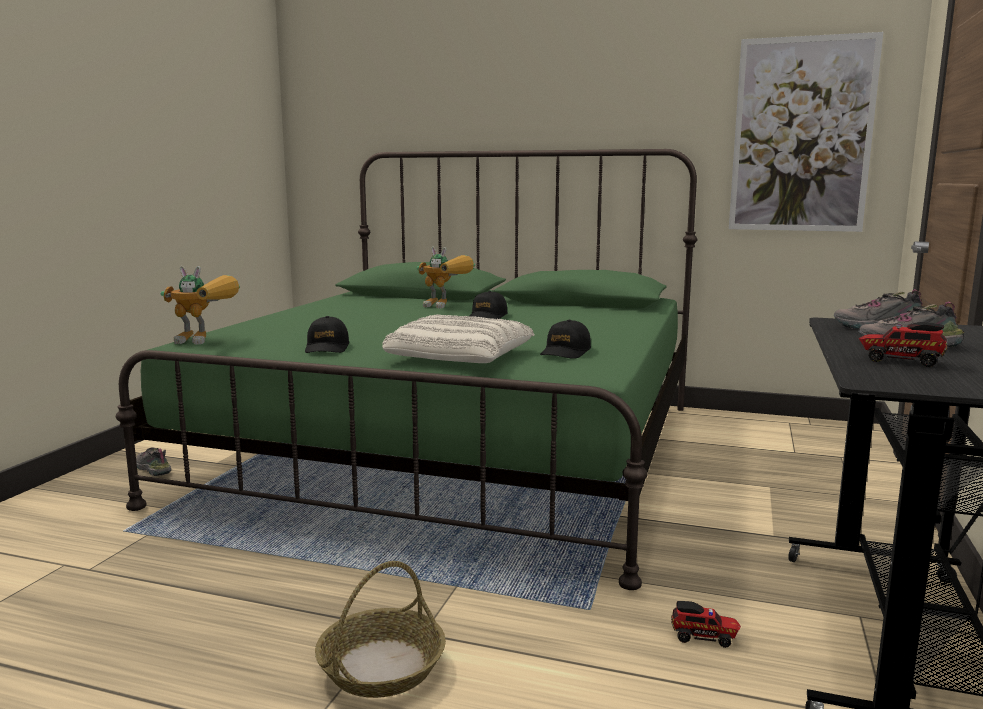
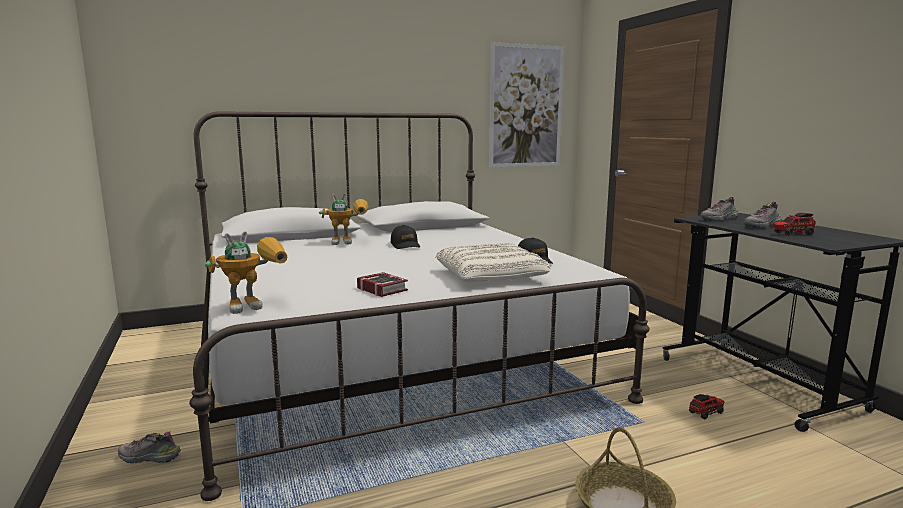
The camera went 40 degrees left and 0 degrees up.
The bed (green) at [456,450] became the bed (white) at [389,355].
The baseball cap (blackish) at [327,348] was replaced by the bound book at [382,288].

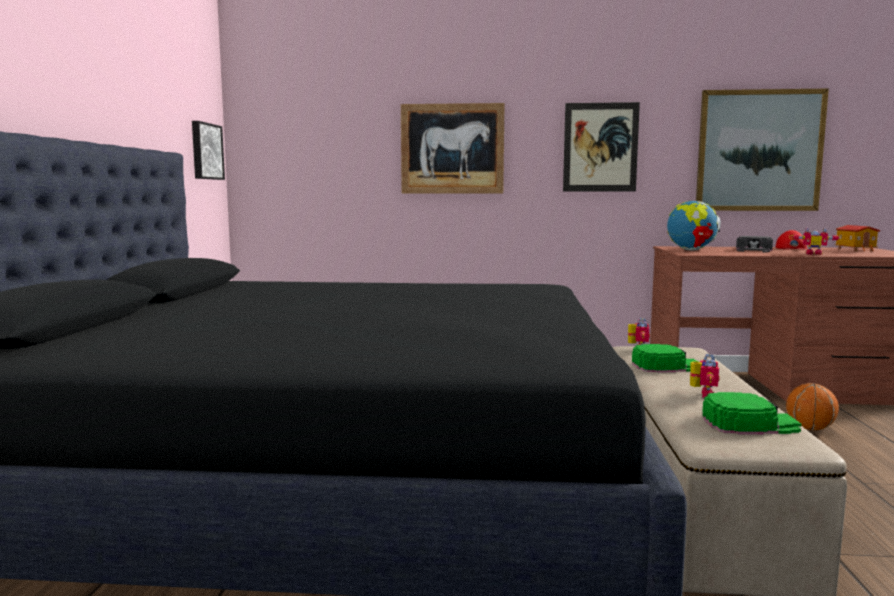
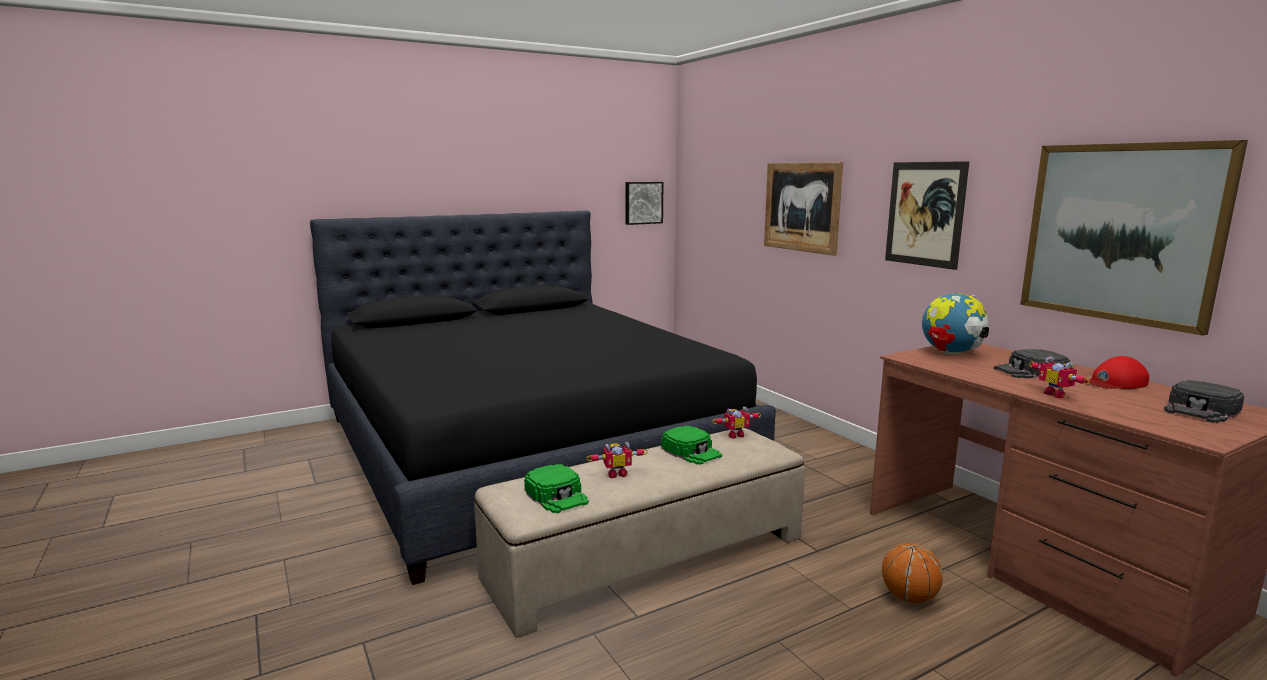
The camera went 55 degrees right and 5 degrees up.
The toy house at [856,250] was replaced by the baseball cap (blackish) at [1201,410].

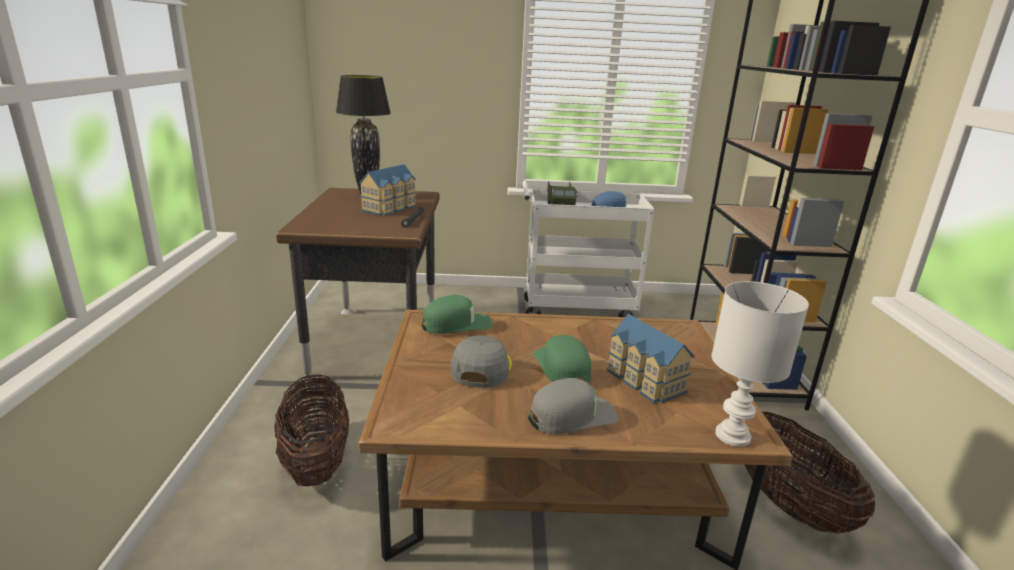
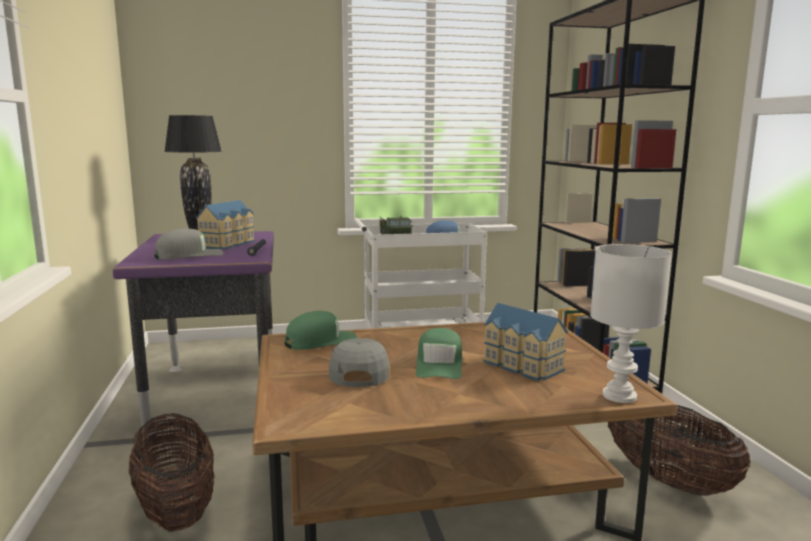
The camera went 10 degrees left and 10 degrees down.
The desk (brown-coloured) at [375,343] became the desk (purple) at [215,393].
The baseball cap (grey) moved from [572,416] to [189,255].
The baseball cap (green) at [562,367] turned 150 degrees counterclockwise.

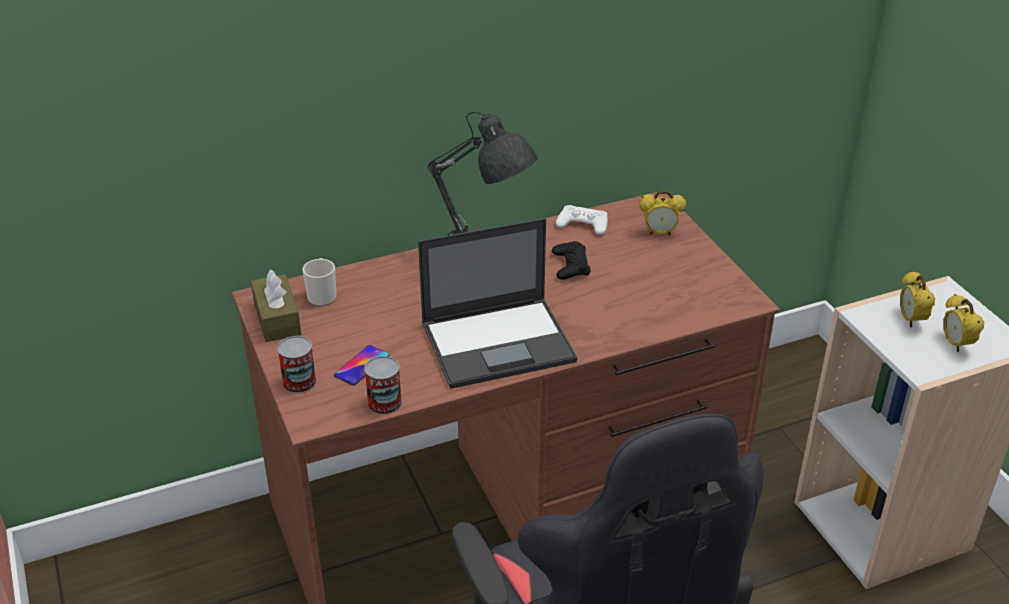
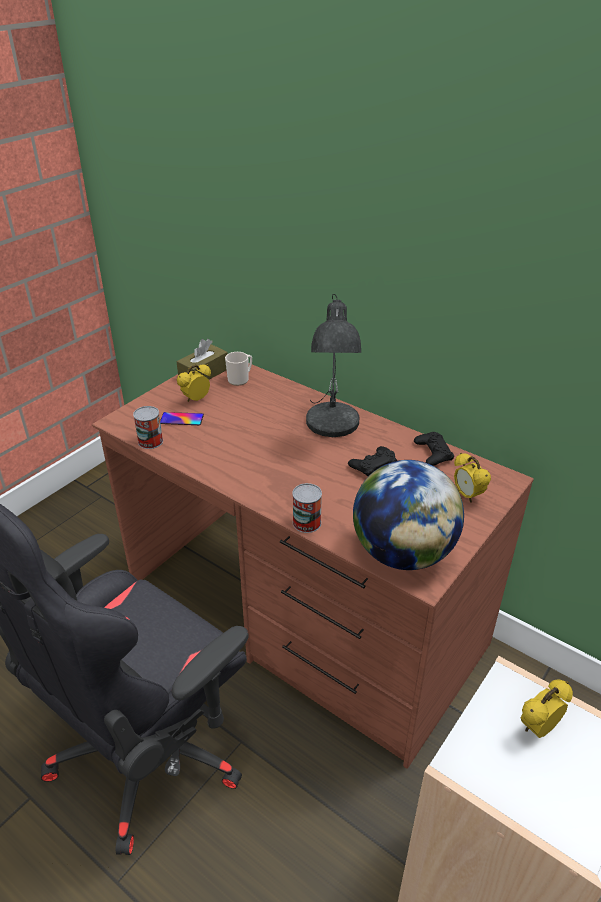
The camera went 60 degrees right and 0 degrees up.
The alarm clock moved from [956,344] to [196,400].
The can moved from [299,382] to [306,523].
The world globe at [403,553] appeared.
The joypad (white) at [583,224] became the joypad (blackish) at [433,453].
The laptop at [499,342] disappeared.

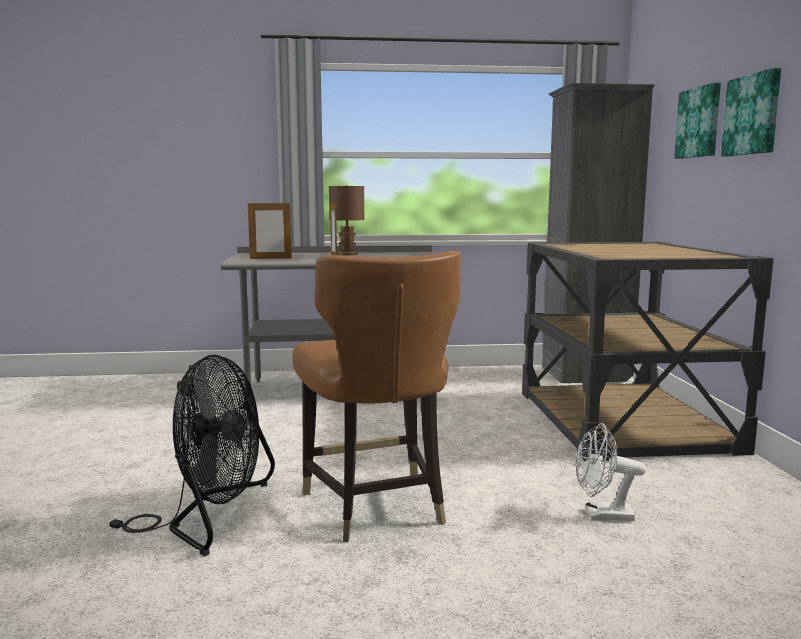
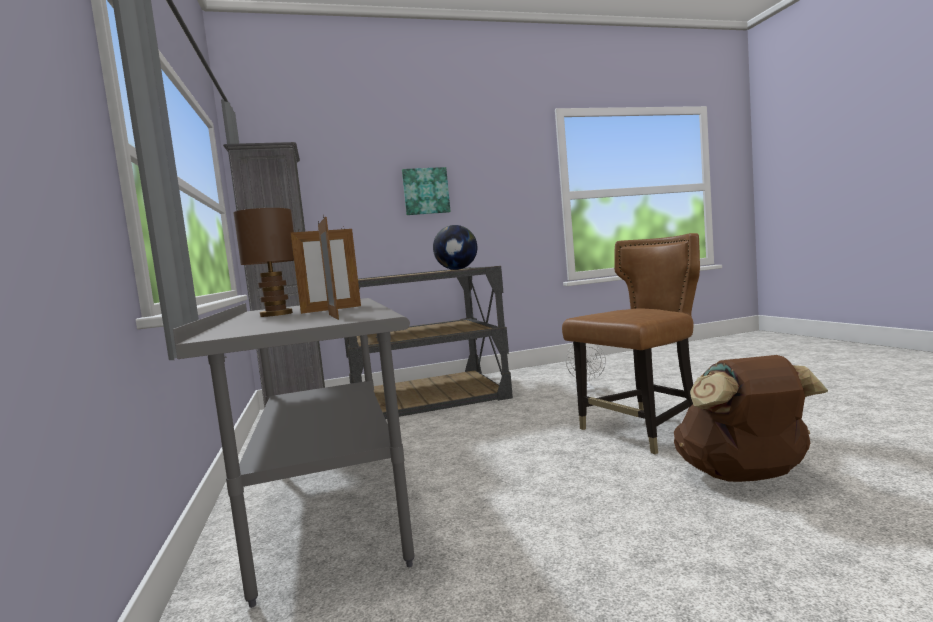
The camera went 100 degrees left and 5 degrees down.
The world globe at [457,269] appeared.
The electric fan (blackish) at [207,516] was replaced by the backpack (brown-coloured) at [744,476].
The wall art at [699,122] disappeared.

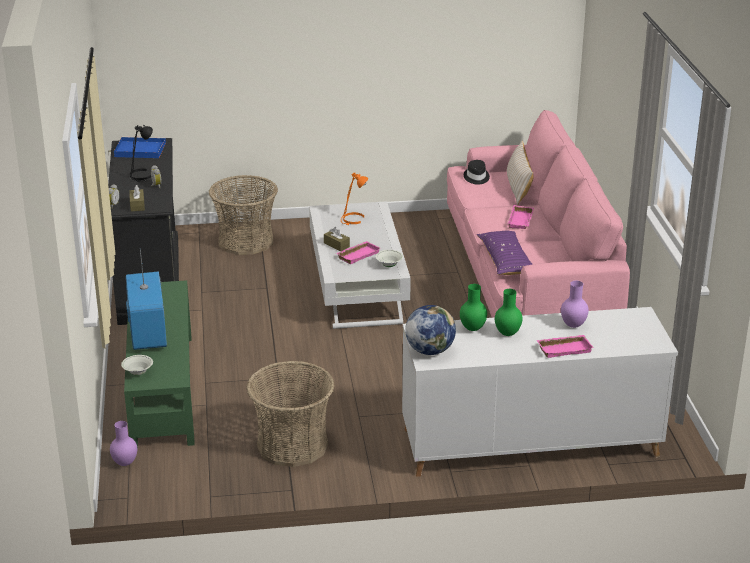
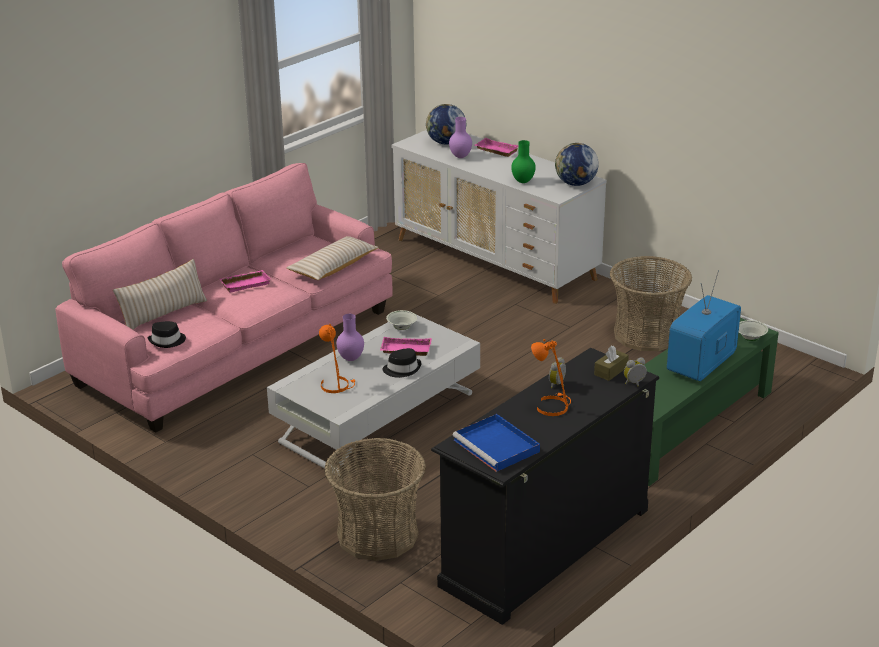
The camera went 130 degrees left and 0 degrees up.
The pillow (purple) at [506,261] became the pillow (sand-coloured) at [333,267].
The flower vase (purple) moved from [124,463] to [351,359].
The tissue holder (brown-coloured) at [336,245] was replaced by the hat (blackish) at [402,369].
The world globe at [446,143] appeared.
The tabletop lamp (blackish) at [142,176] became the tabletop lamp (orangey) at [552,406].
The flower vase (green) at [507,333] disappeared.

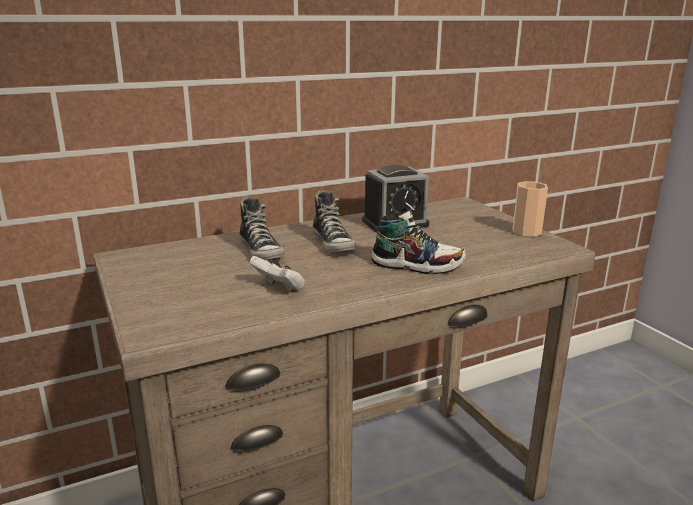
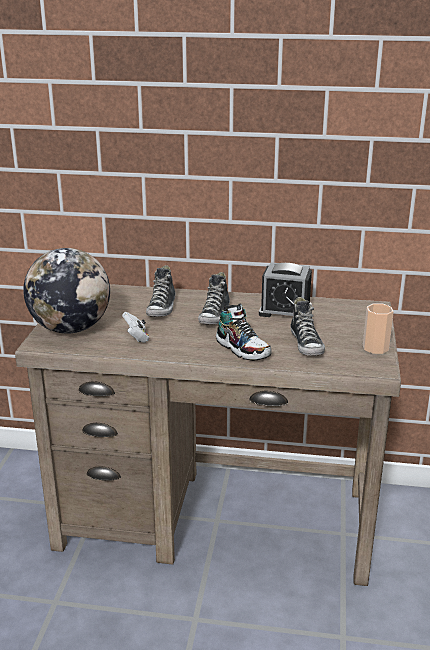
The camera went 35 degrees right and 5 degrees up.
The world globe at [70,328] appeared.
The low shoe at [306,344] appeared.

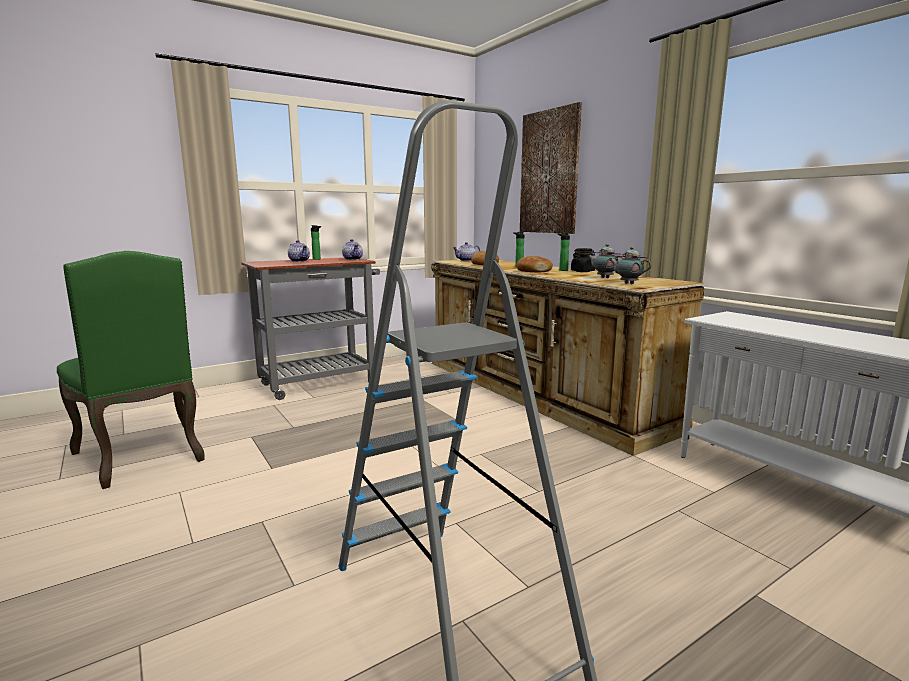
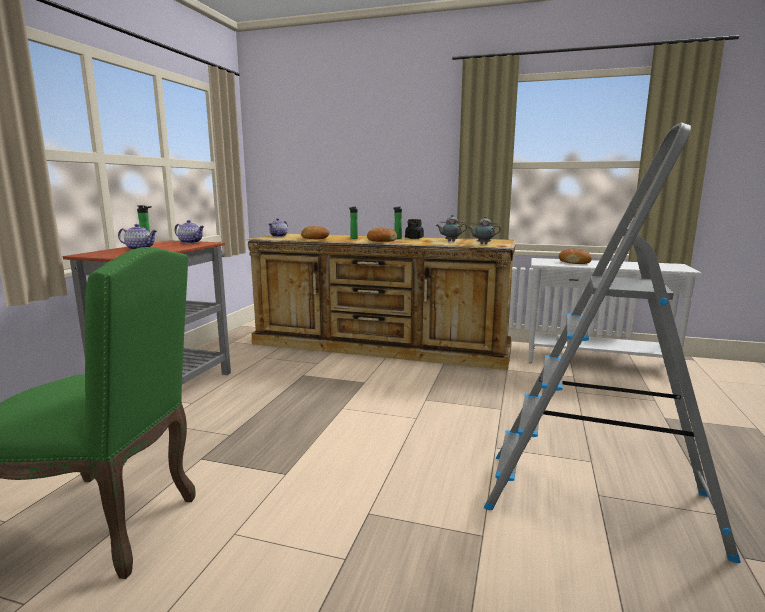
The camera went 40 degrees left and 0 degrees up.
The bread at [574,262] appeared.
The wall art at [549,172] disappeared.

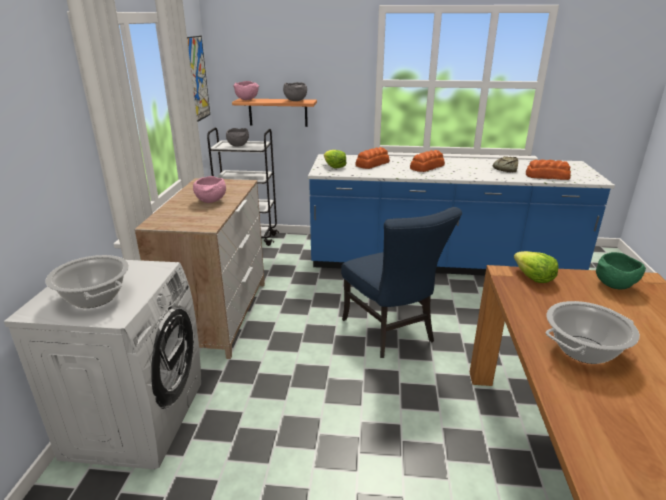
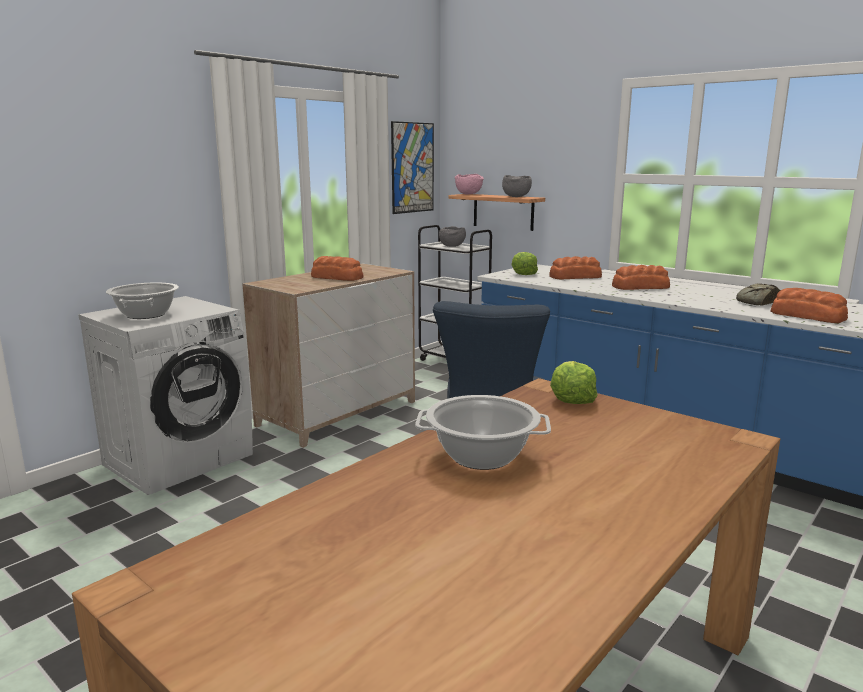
The camera went 35 degrees right and 10 degrees down.
The serving bowl (pinkish) at [211,201] was replaced by the bread at [337,277].
The serving bowl (green) at [615,285] disappeared.

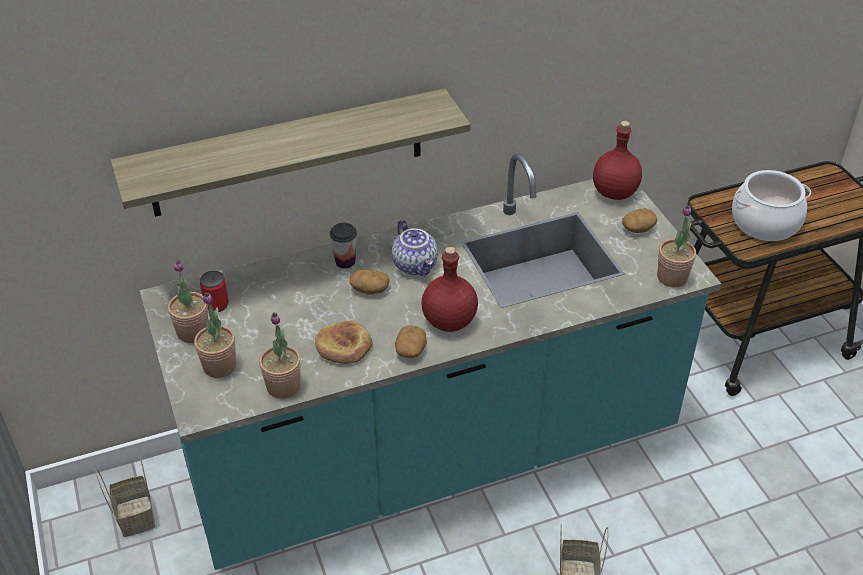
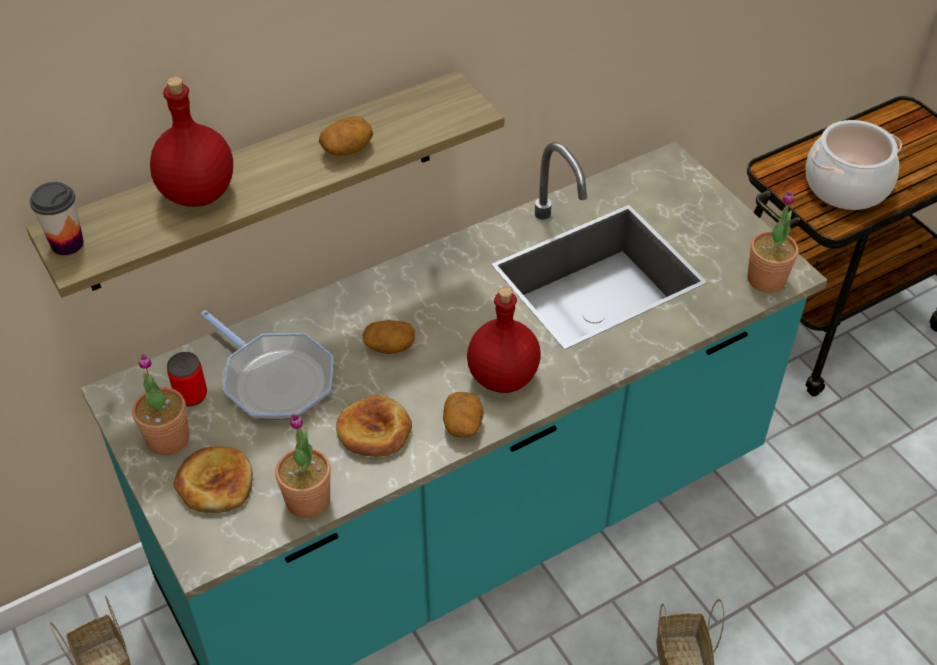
The camera went 10 degrees left and 5 degrees up.
The drinking cup moved from [345,261] to [67,244].
The bottle (red-coloured) moved from [615,193] to [199,194].
The plant in a pot at [219,366] was replaced by the bread at [215,483].
The pan at [275,379] appeared.
The spud moved from [638,229] to [347,149].
The teapot at [416,265] disappeared.

